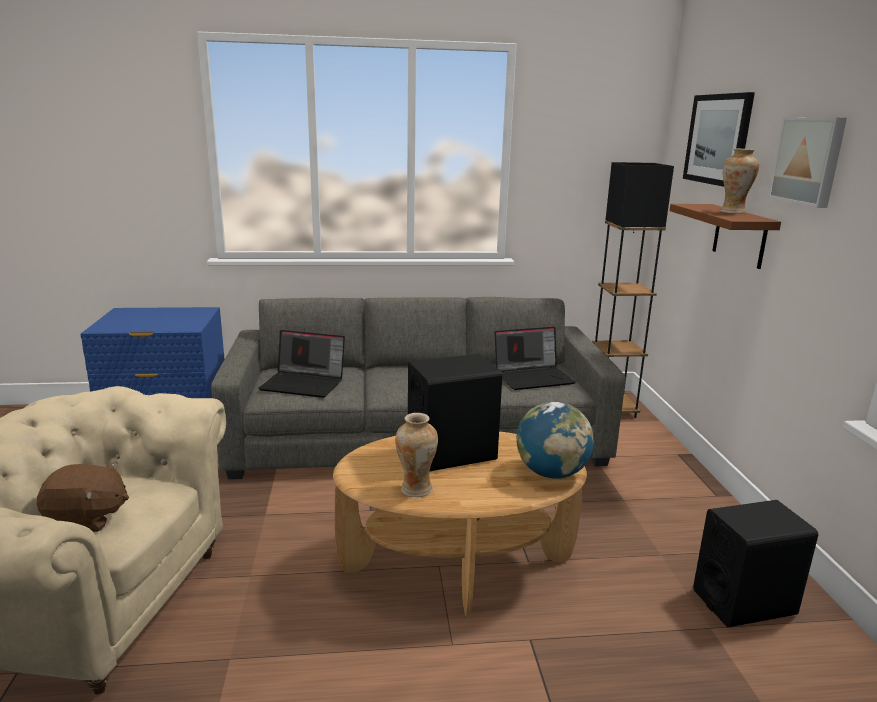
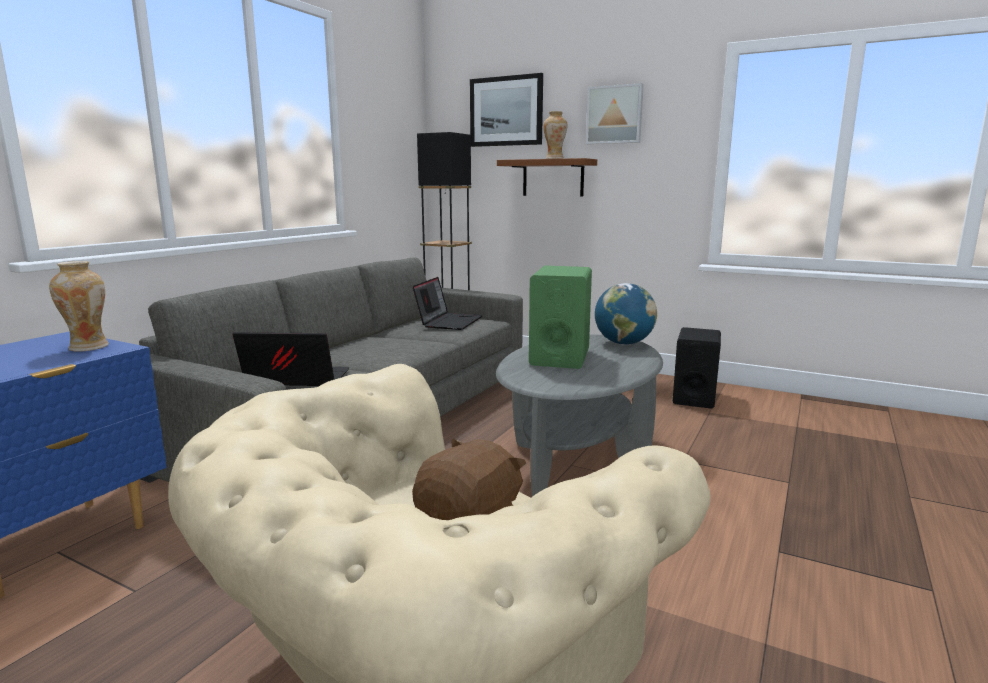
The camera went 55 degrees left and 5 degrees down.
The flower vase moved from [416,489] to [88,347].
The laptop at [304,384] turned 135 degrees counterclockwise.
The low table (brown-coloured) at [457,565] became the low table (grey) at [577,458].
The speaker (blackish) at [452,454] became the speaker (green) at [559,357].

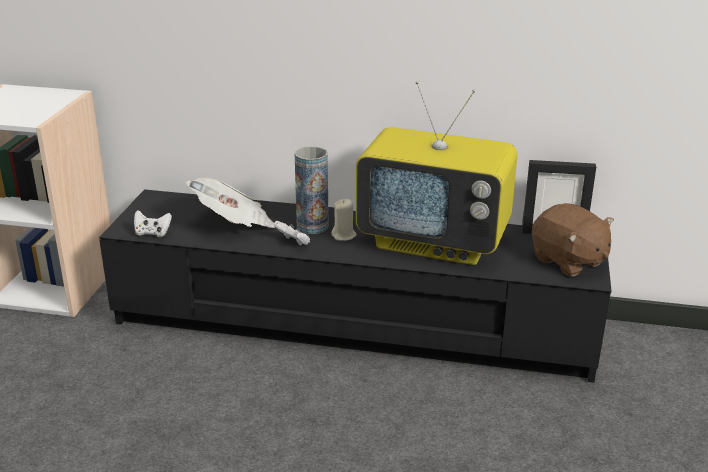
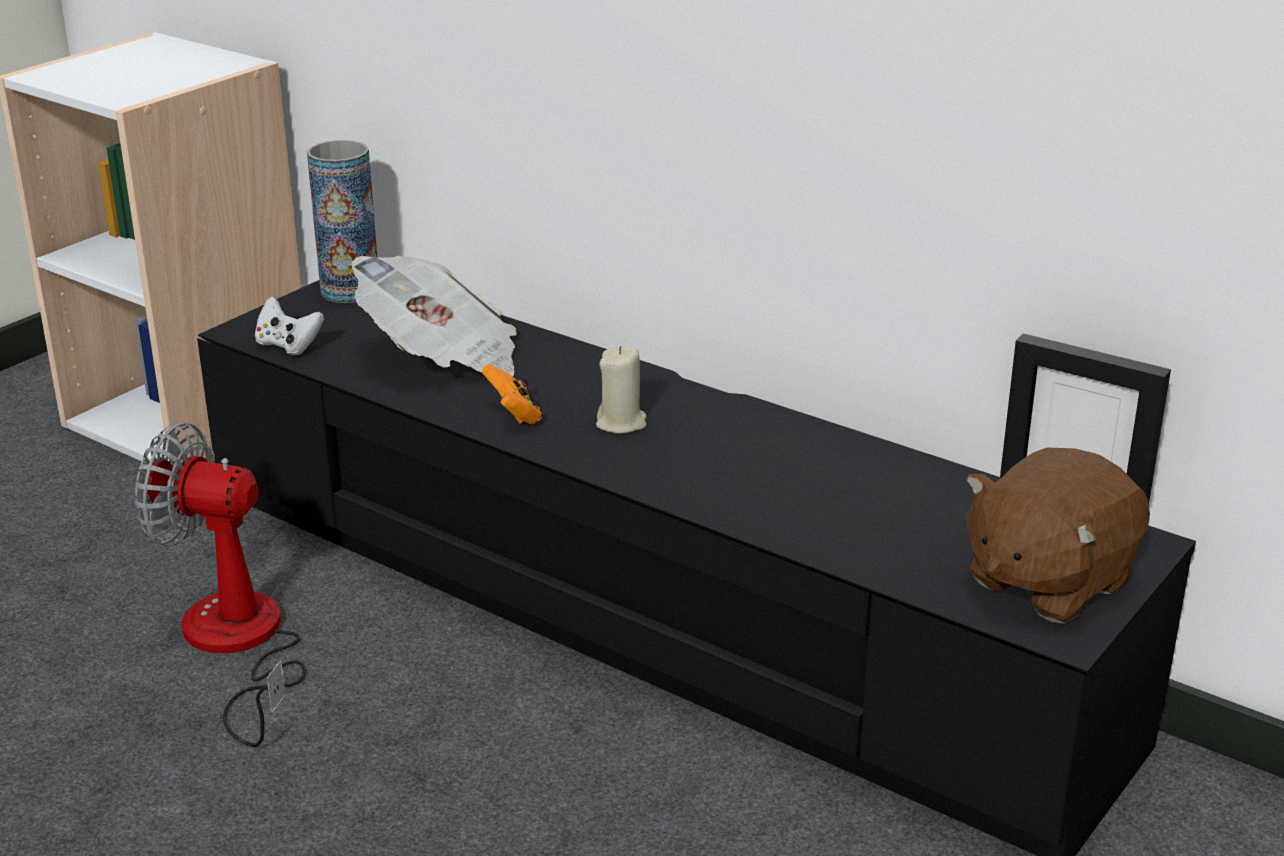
The camera went 25 degrees right and 0 degrees up.
The electric fan at [238,646] appeared.
The flower vase moved from [312,226] to [350,290].
The joypad (white) at [293,242] became the joypad (orangey) at [514,415].
The soft toy (brown-coloured) at [568,261] turned 60 degrees clockwise.
The television at [435,242] disappeared.

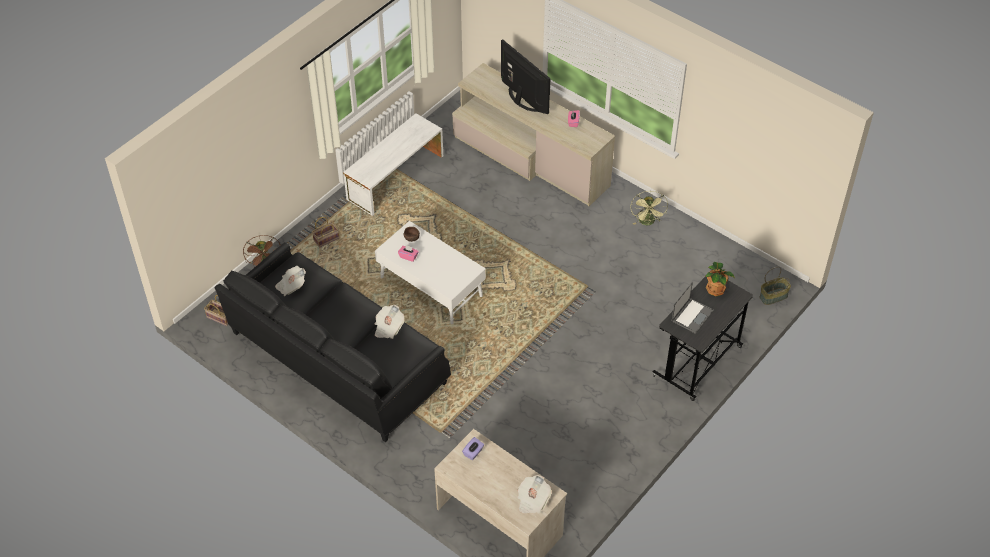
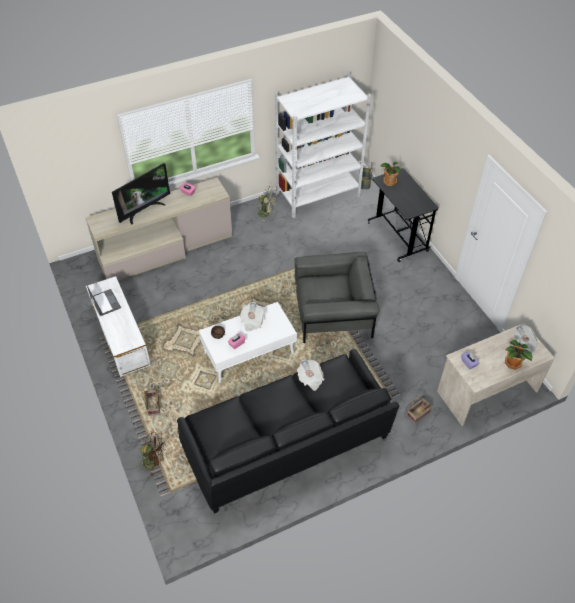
The camera went 65 degrees left and 0 degrees up.
The laptop moved from [692,315] to [105,302].
The television at [522,100] turned 150 degrees clockwise.
The printed paper moved from [291,286] to [252,321].
The bookcase (white) at [318,194] appeared.
The armchair (grey) at [333,310] appeared.
The household basket moved from [219,317] to [418,415].
The plant in a pot at [513,363] appeared.

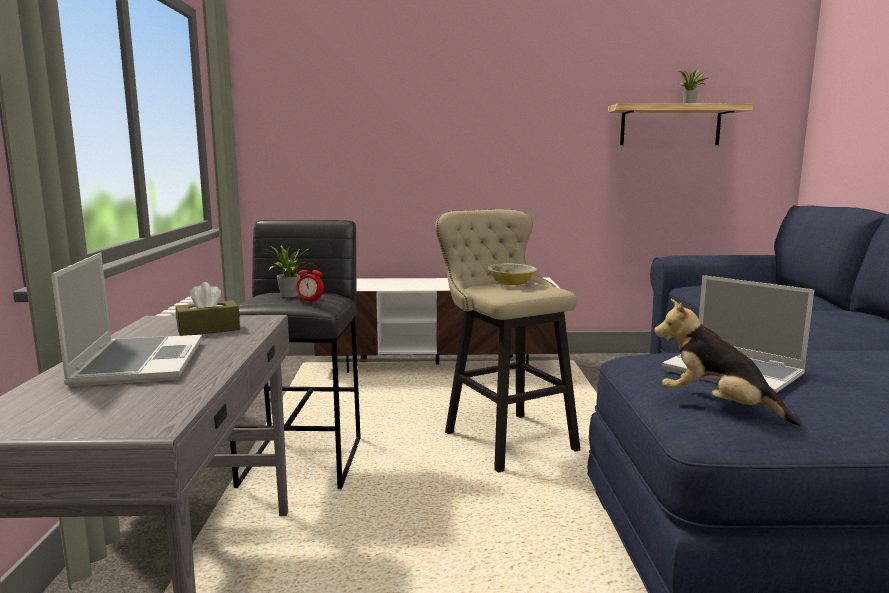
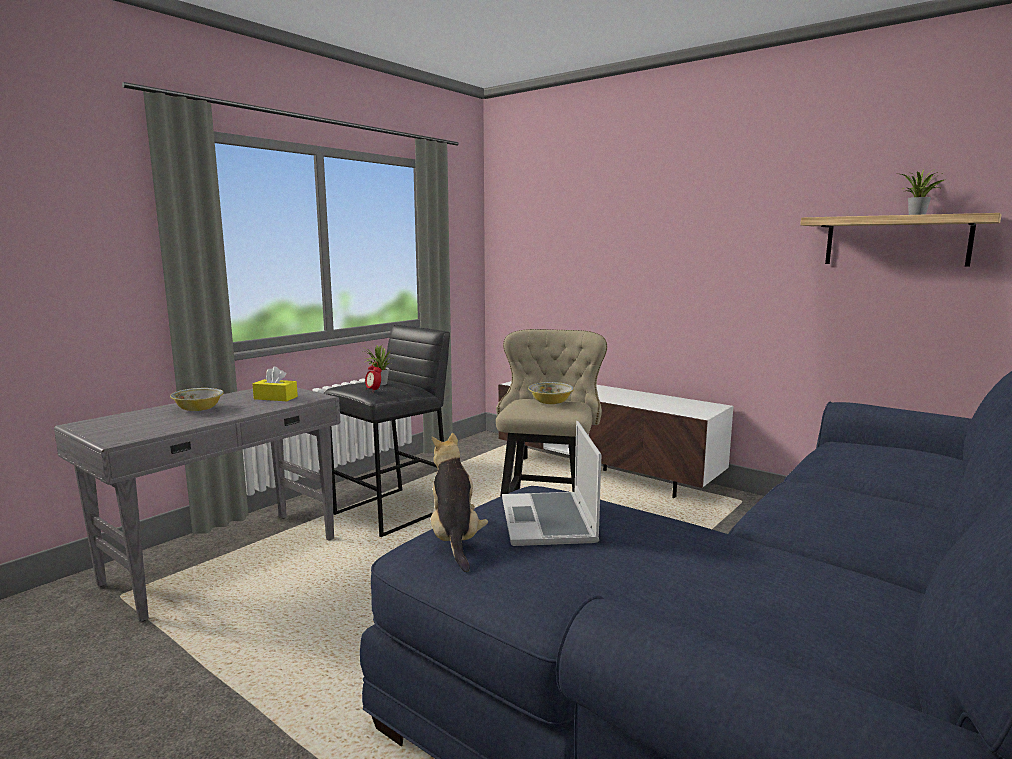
The camera went 40 degrees right and 0 degrees up.
The laptop at [138,362] was replaced by the serving bowl at [198,409].
The tissue holder (brown-coloured) at [208,329] became the tissue holder (yellow-coloured) at [275,398].

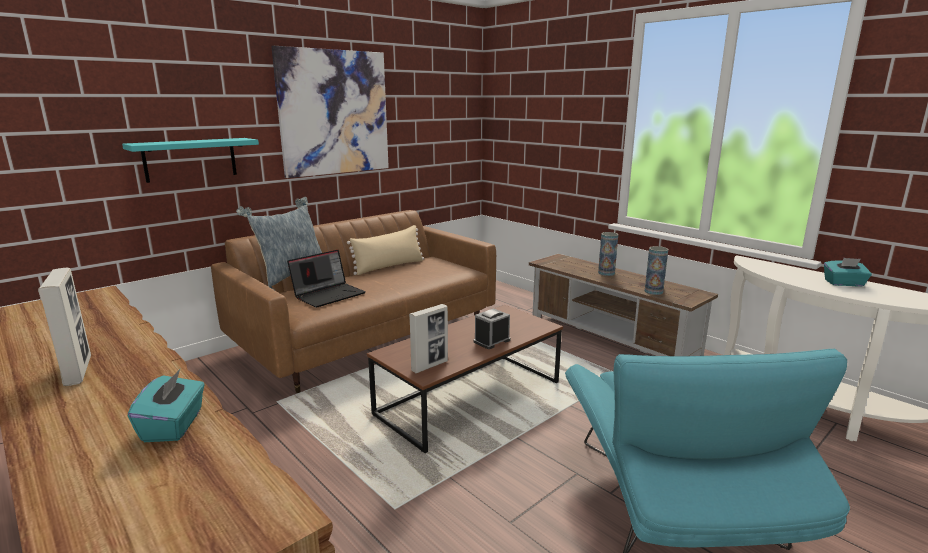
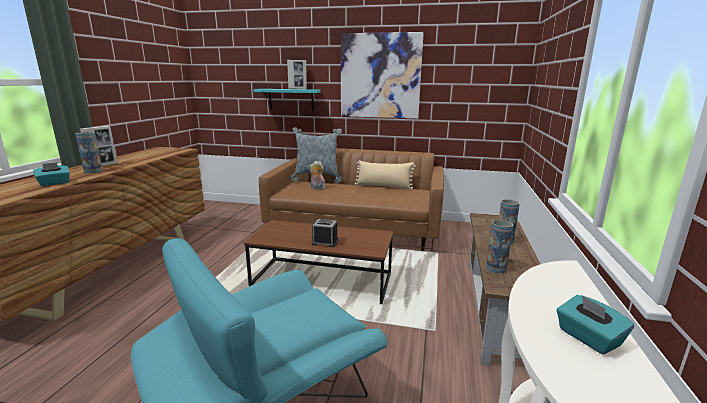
The camera went 55 degrees right and 0 degrees up.
The flower vase at [93,171] appeared.
The standing frame moved from [430,366] to [297,89].
The laptop at [329,294] was replaced by the soft toy at [317,188].

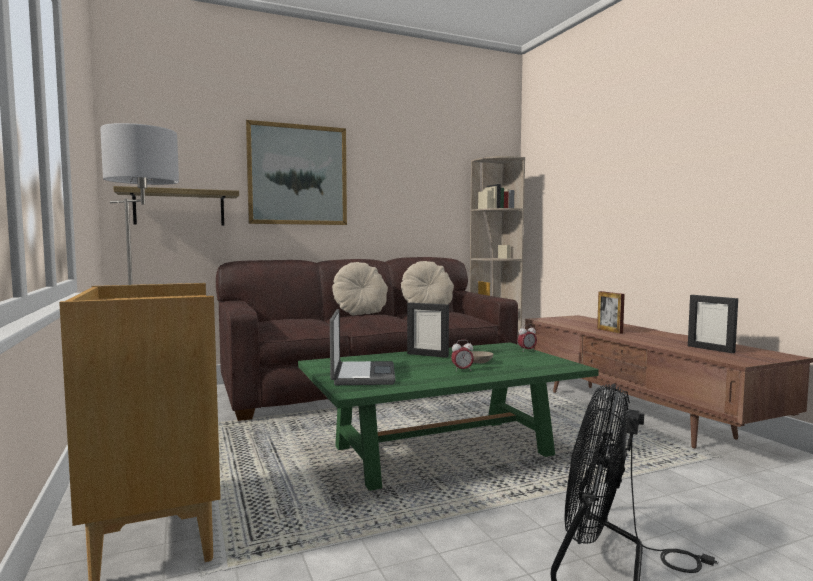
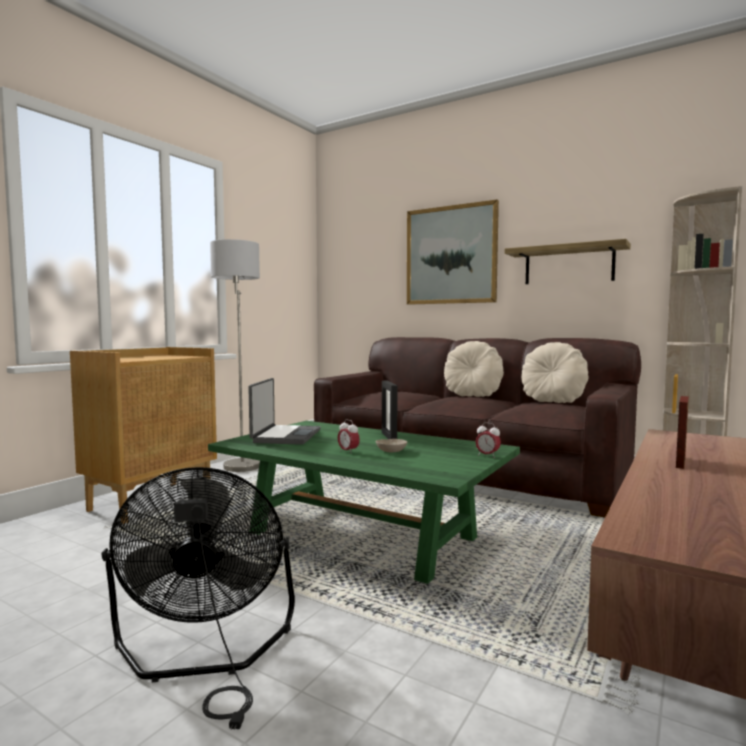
The camera went 55 degrees right and 0 degrees up.
The laptop at [362,375] turned 45 degrees counterclockwise.
The bracket shelf moved from [179,208] to [568,265].
The standing frame at [711,349] disappeared.

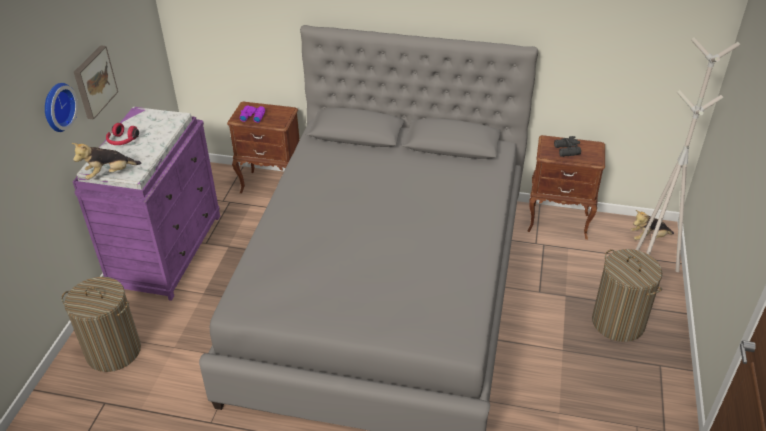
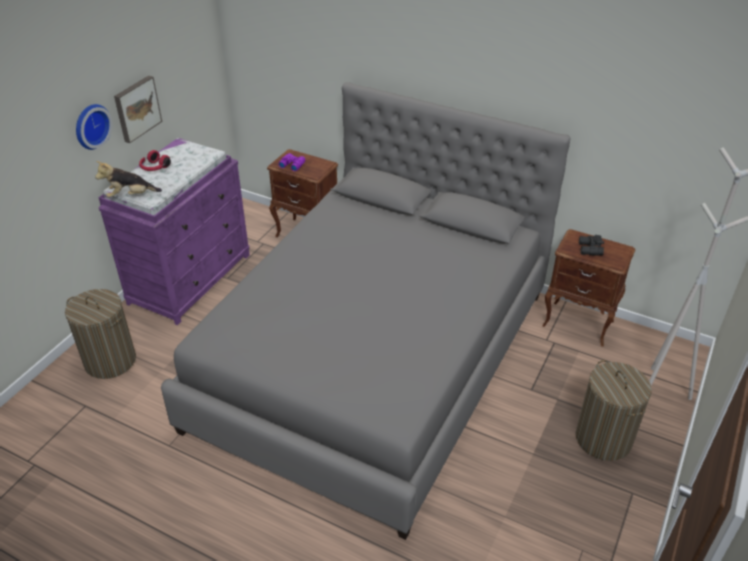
The camera went 15 degrees right and 0 degrees up.
The soft toy at [648,237] disappeared.

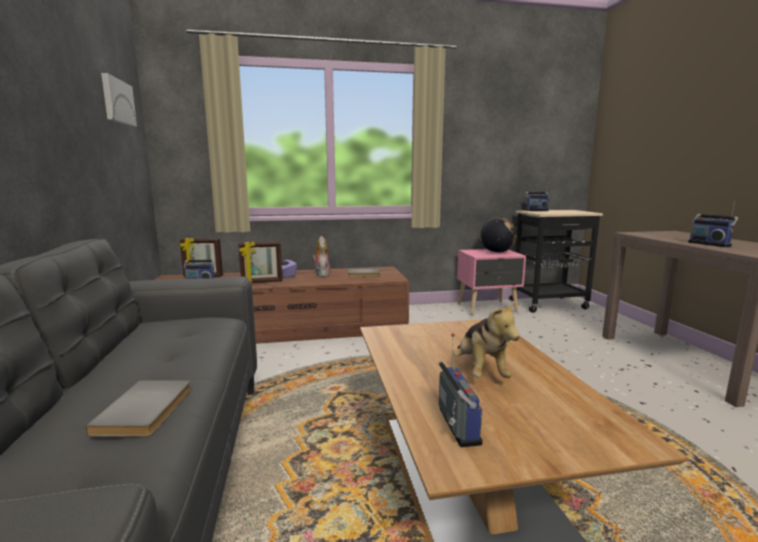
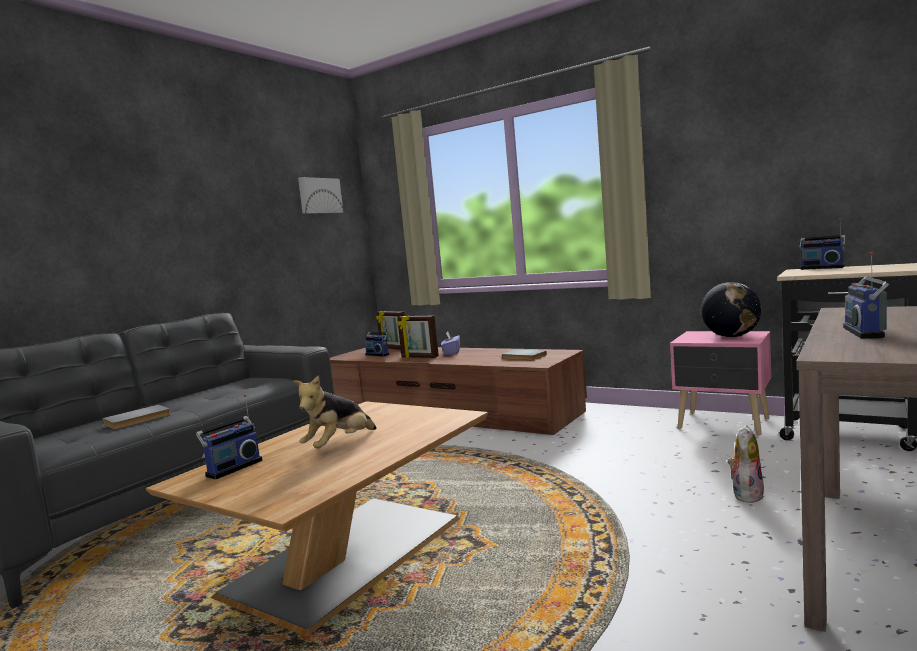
The camera went 45 degrees right and 5 degrees down.
The soft toy moved from [321,274] to [746,494].

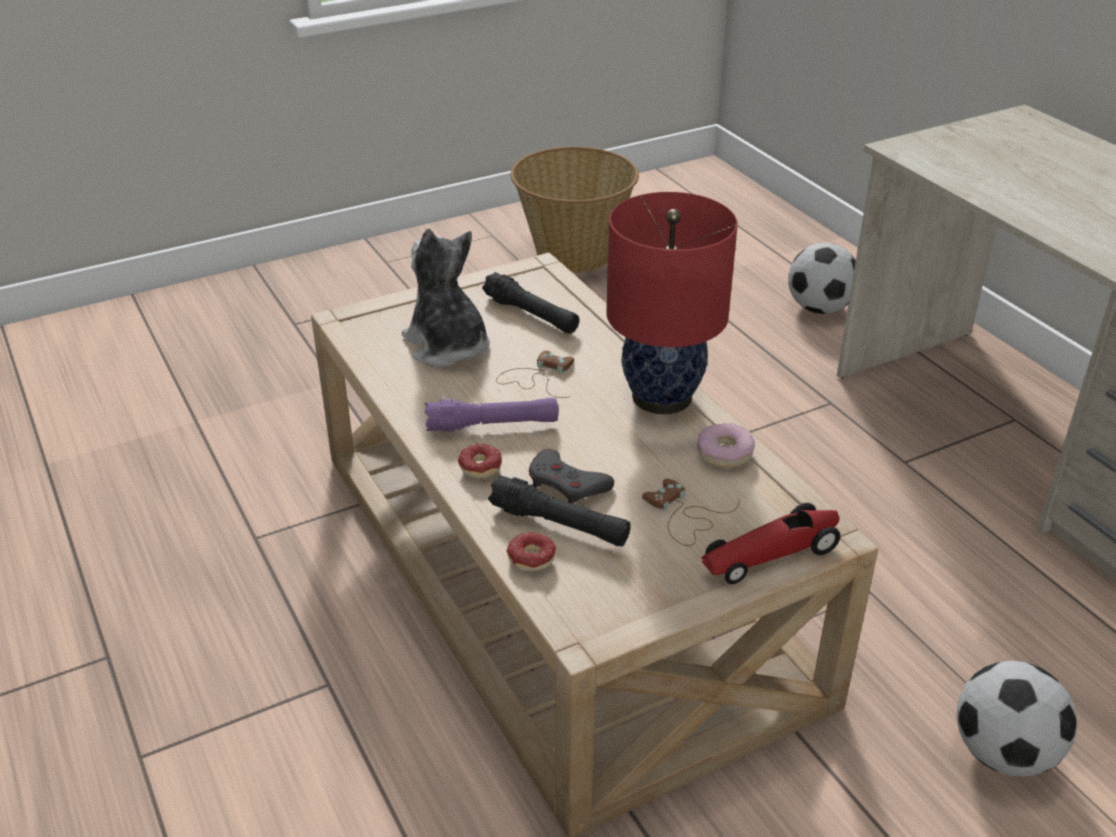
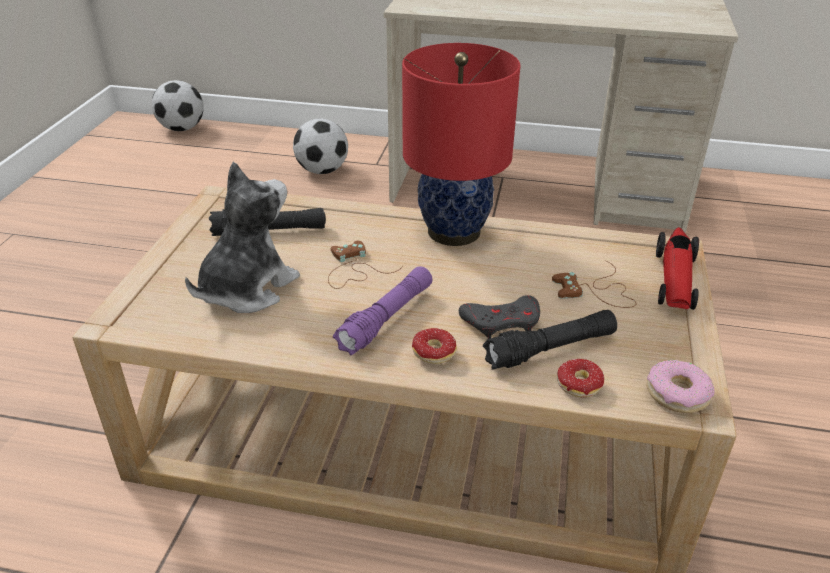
The camera went 50 degrees left and 0 degrees up.
The ball for football moved from [1004,754] to [182,128].
The soft toy at [447,347] turned 120 degrees clockwise.
The doughnut moved from [724,453] to [677,394].
The household basket at [574,253] disappeared.

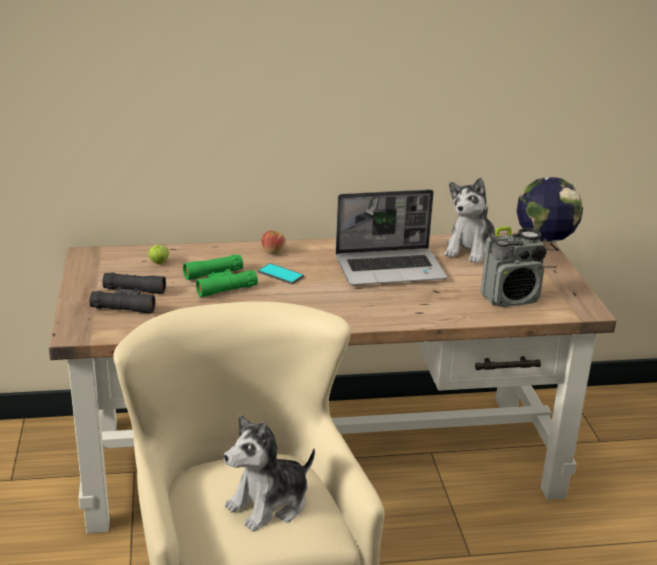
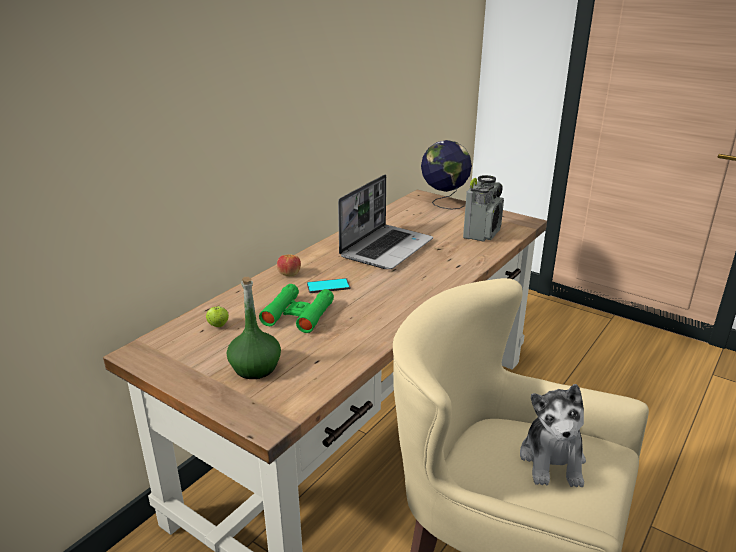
The camera went 45 degrees left and 0 degrees up.
The binoculars (blackish) at [128,300] was replaced by the bottle (green) at [255,367].
The soft toy at [471,249] disappeared.

